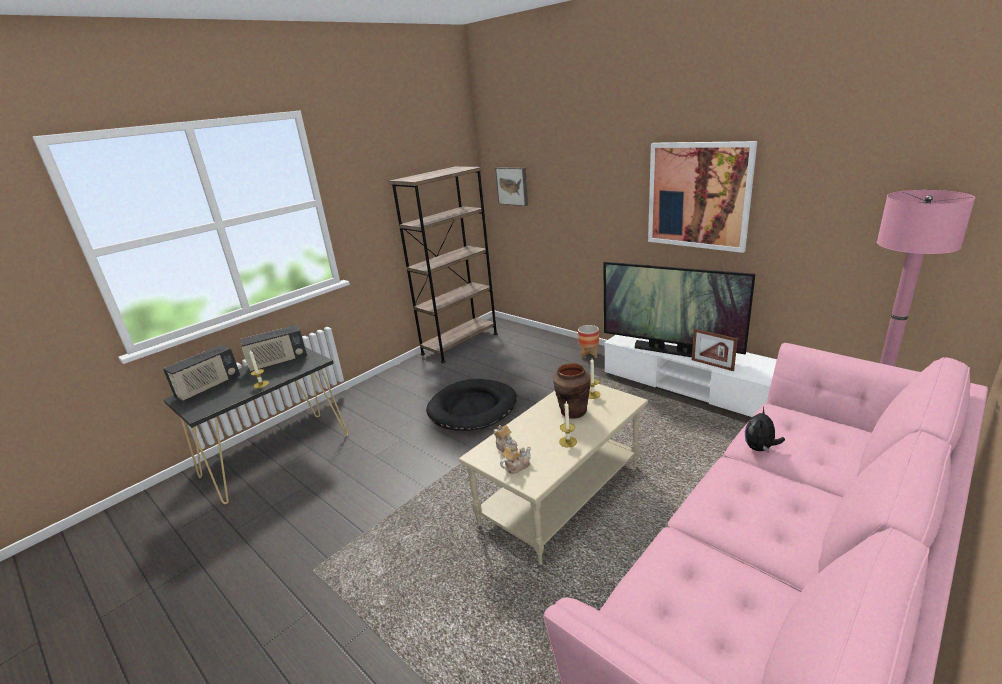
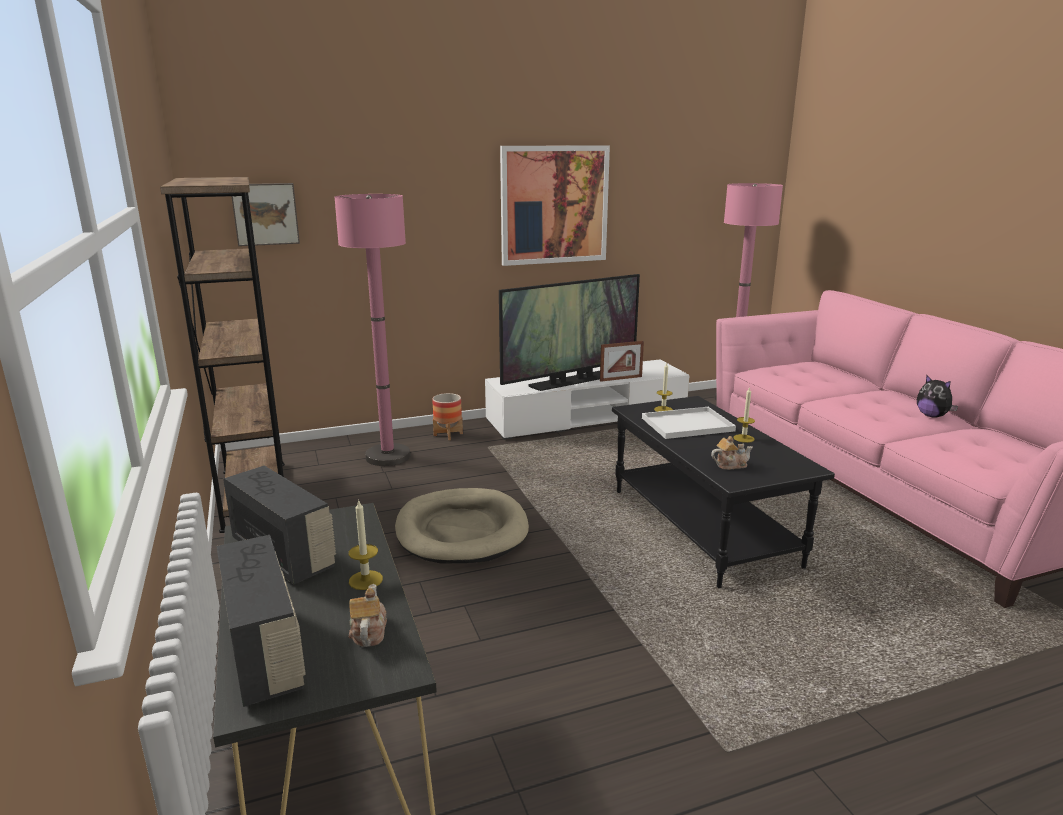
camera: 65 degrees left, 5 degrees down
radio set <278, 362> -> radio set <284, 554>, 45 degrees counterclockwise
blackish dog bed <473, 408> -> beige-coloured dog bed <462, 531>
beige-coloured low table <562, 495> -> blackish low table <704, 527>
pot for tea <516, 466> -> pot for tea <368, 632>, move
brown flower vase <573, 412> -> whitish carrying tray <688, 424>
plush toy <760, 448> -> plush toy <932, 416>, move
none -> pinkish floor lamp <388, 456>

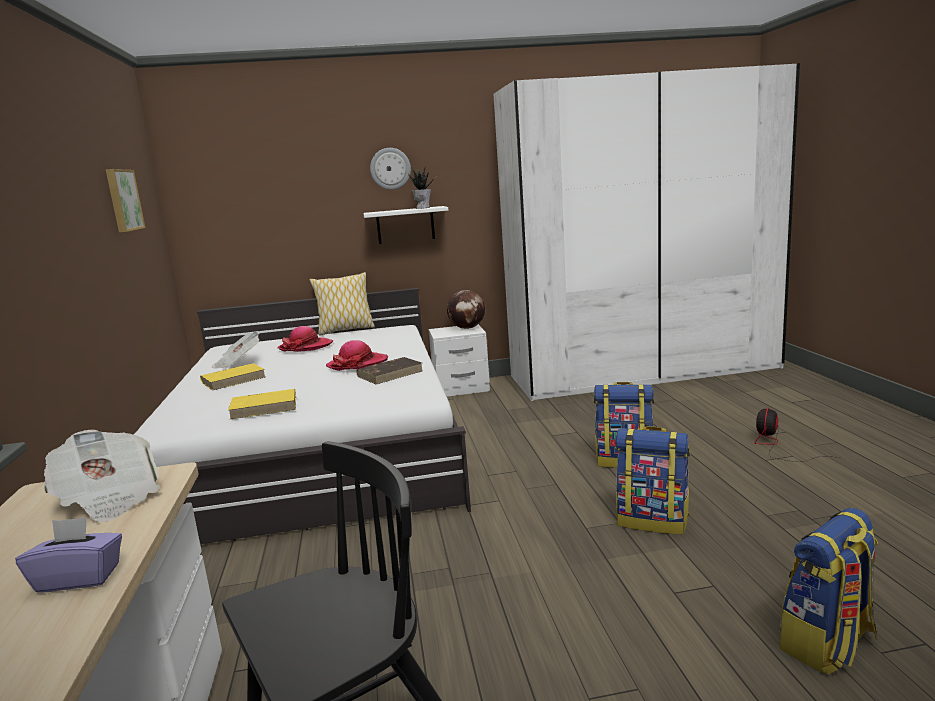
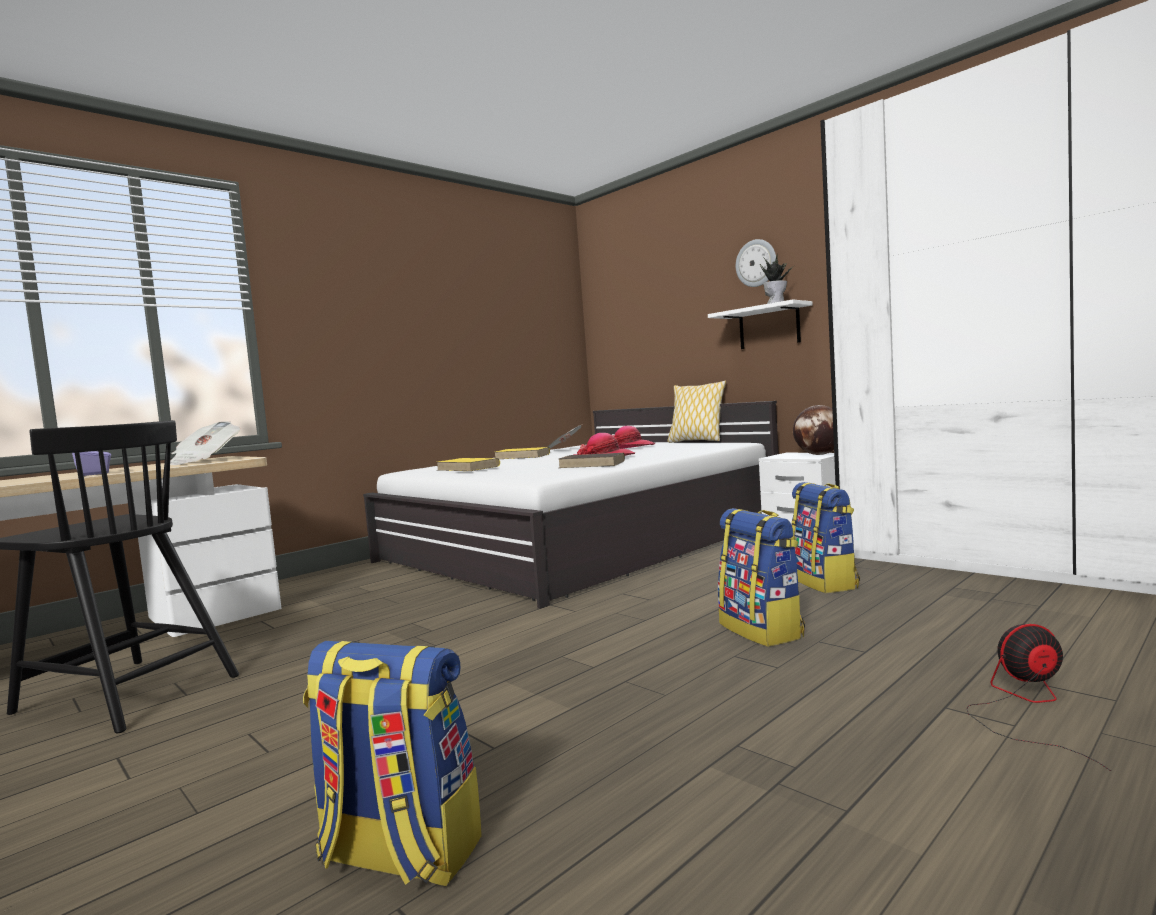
camera: 55 degrees right, 10 degrees down
picture <122, 200> -> none
backpack <653, 521> -> backpack <825, 583>, move

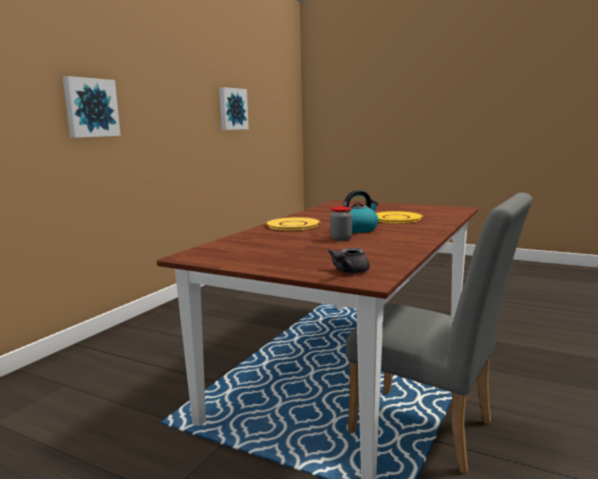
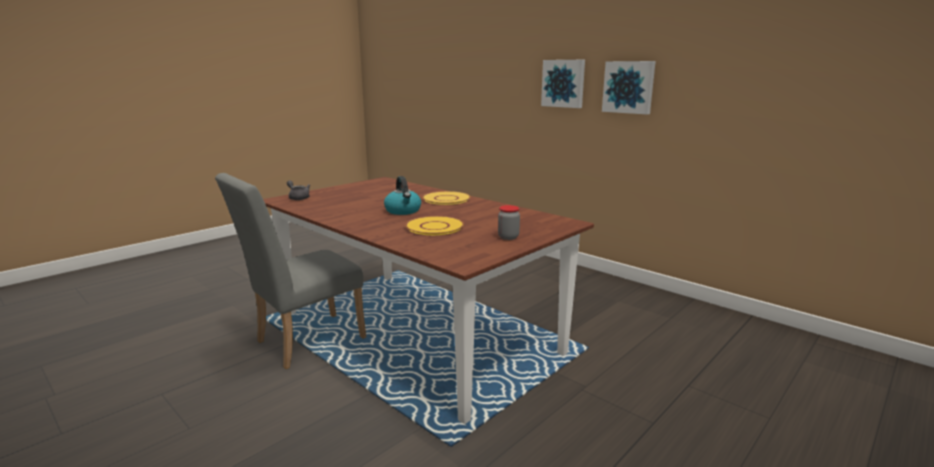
camera: 105 degrees right, 5 degrees up
picture <232, 109> -> picture <628, 87>, move
storage jar <341, 239> -> storage jar <508, 237>, move

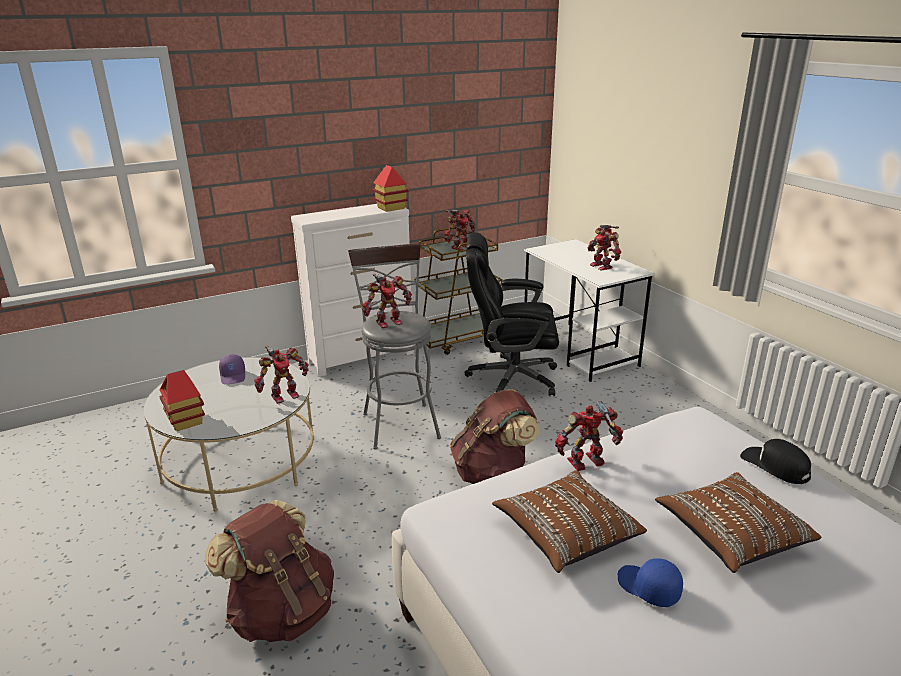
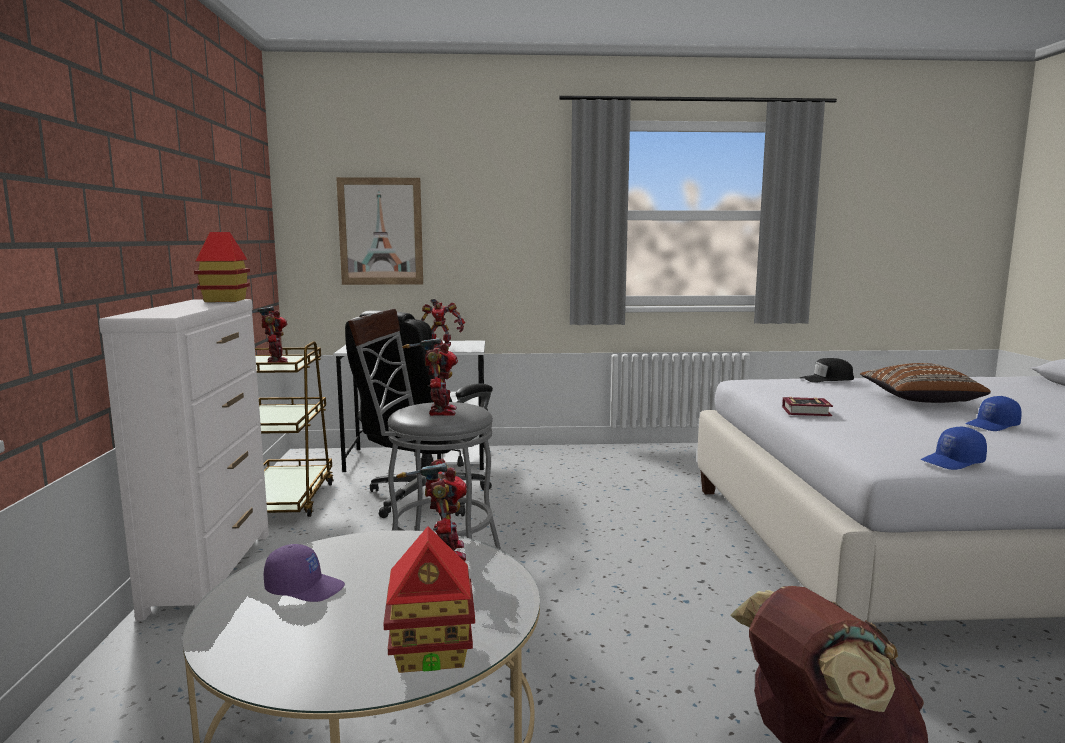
camera: 65 degrees left, 15 degrees down
brown backpack <493, 474> -> none
brown pillow <566, 534> -> none
model robot <587, 463> -> book <808, 412>
none -> picture <380, 231>
none -> bluish peaked cap <953, 462>

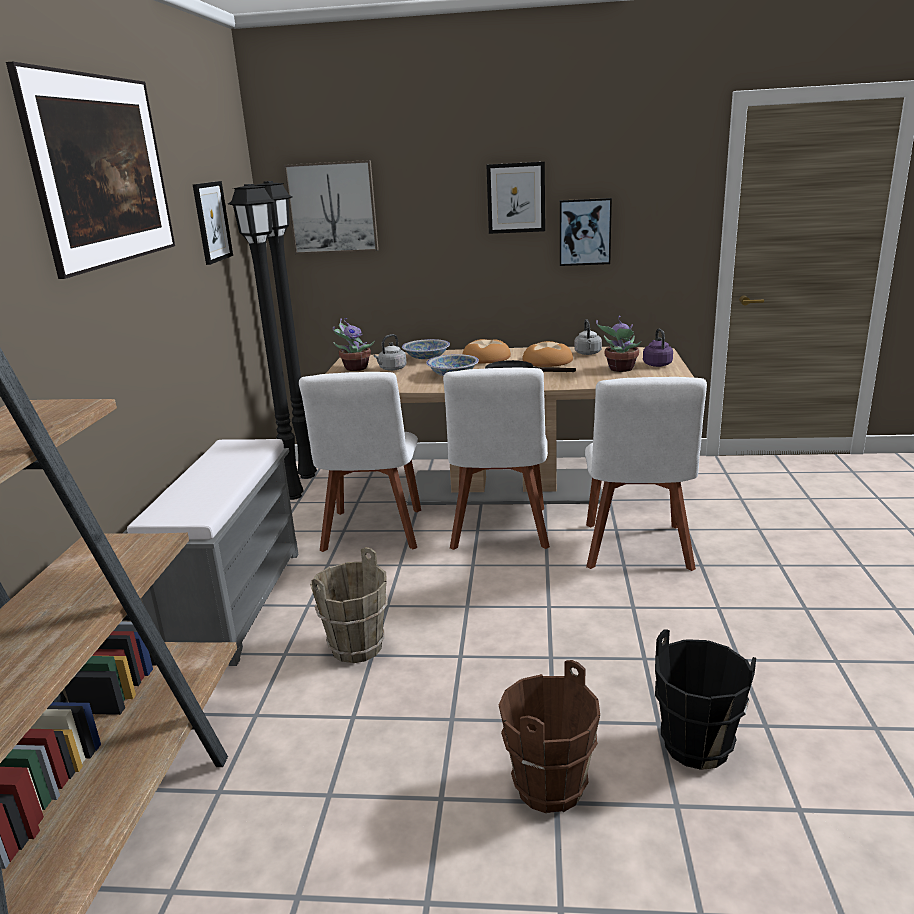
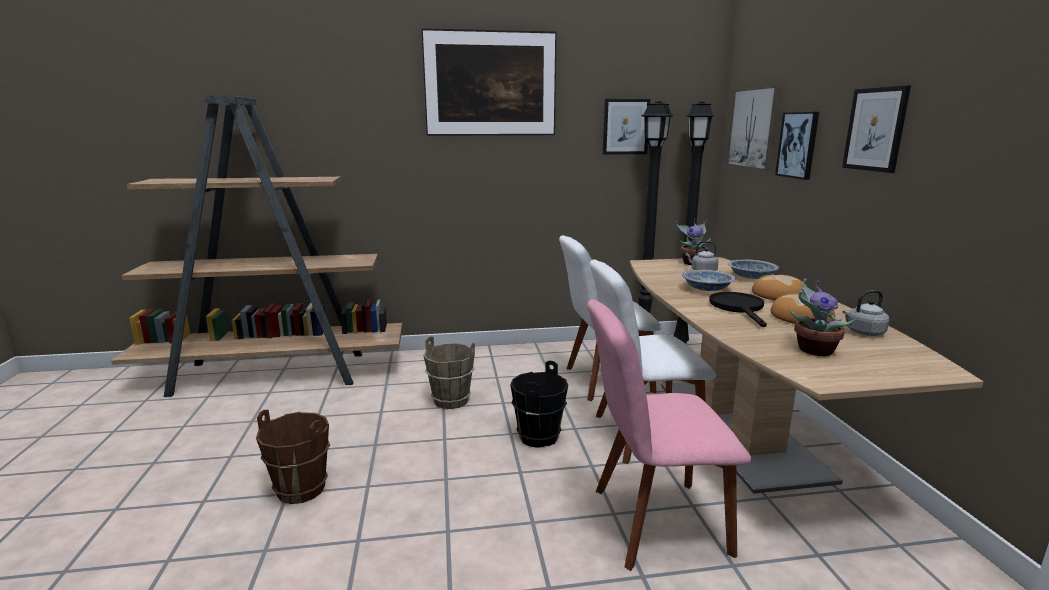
camera: 75 degrees right, 5 degrees down
gray bench <235, 602> -> none
picture <585, 232> -> picture <798, 145>, move
whitish plain chair <637, 550> -> pinkish plain chair <653, 522>
purple kettle <656, 364> -> none
blackish pail <696, 747> -> blackish pail <538, 437>, move

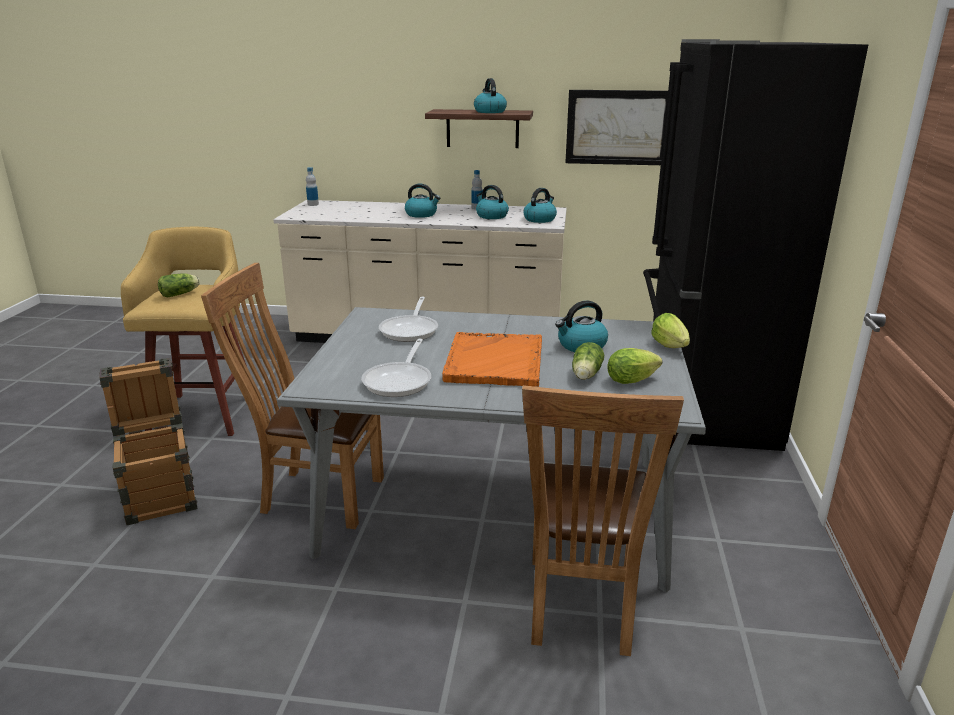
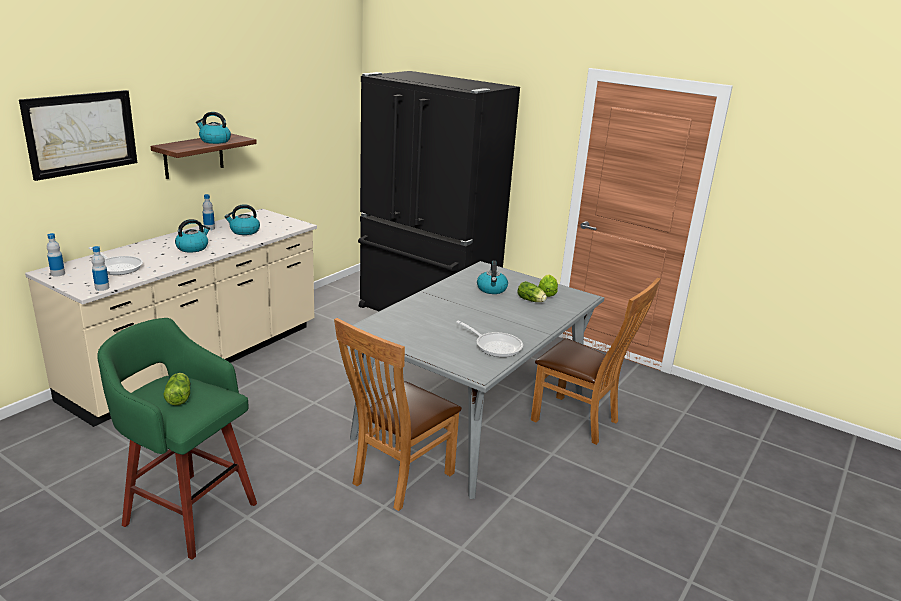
camera: 65 degrees left, 0 degrees up
shipping crate <161, 493> -> none
yellowish stool <205, 412> -> green stool <188, 512>
pan <410, 330> -> pan <118, 267>, move
orange-coloured carrying tray <494, 361> -> none
kettle <540, 219> -> none
picture <618, 127> -> picture <81, 133>, move
head of lettuce <671, 347> -> none
none -> beverage bottle <102, 288>

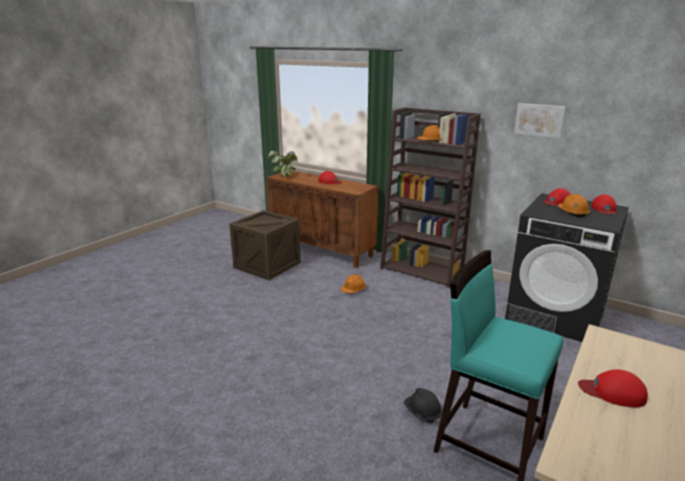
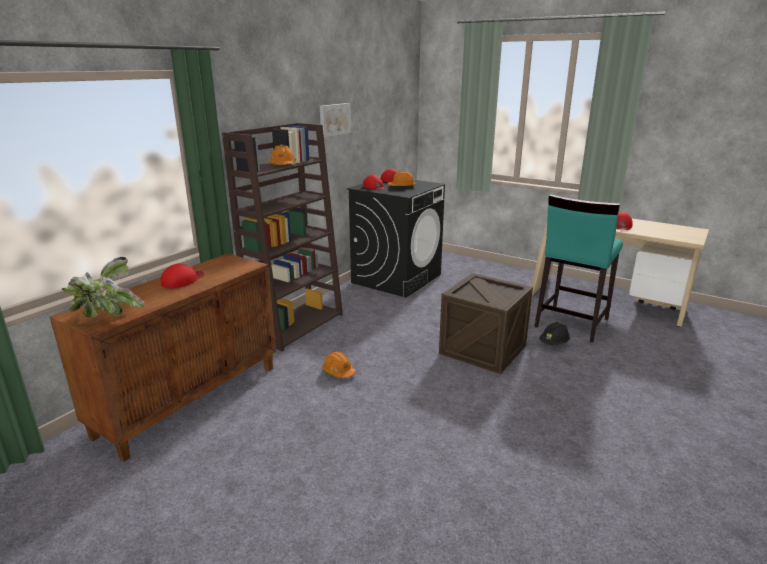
camera: 90 degrees left, 0 degrees up
shipping crate <267, 265> -> shipping crate <483, 349>, move

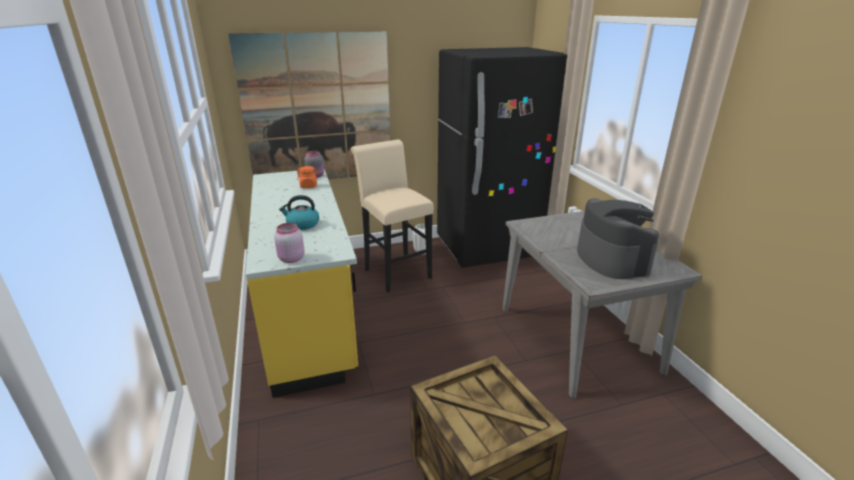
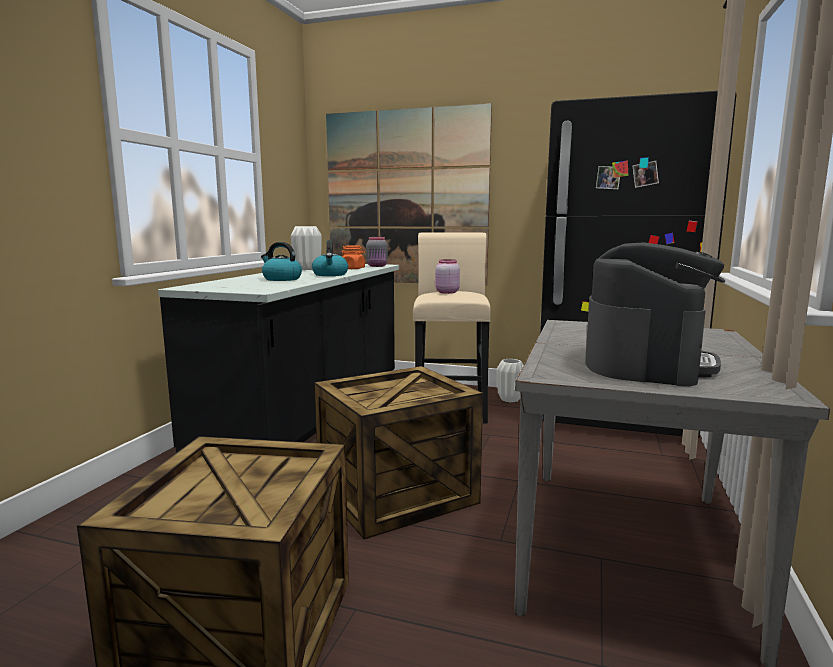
camera: 35 degrees right, 15 degrees down
yellowish counter <308, 312> -> blackish counter <310, 416>
pinkish storage jar <291, 259> -> pinkish storage jar <446, 292>, move
none -> whitish flower vase <307, 269>
none -> kettle <330, 275>
none -> shipping crate <397, 495>

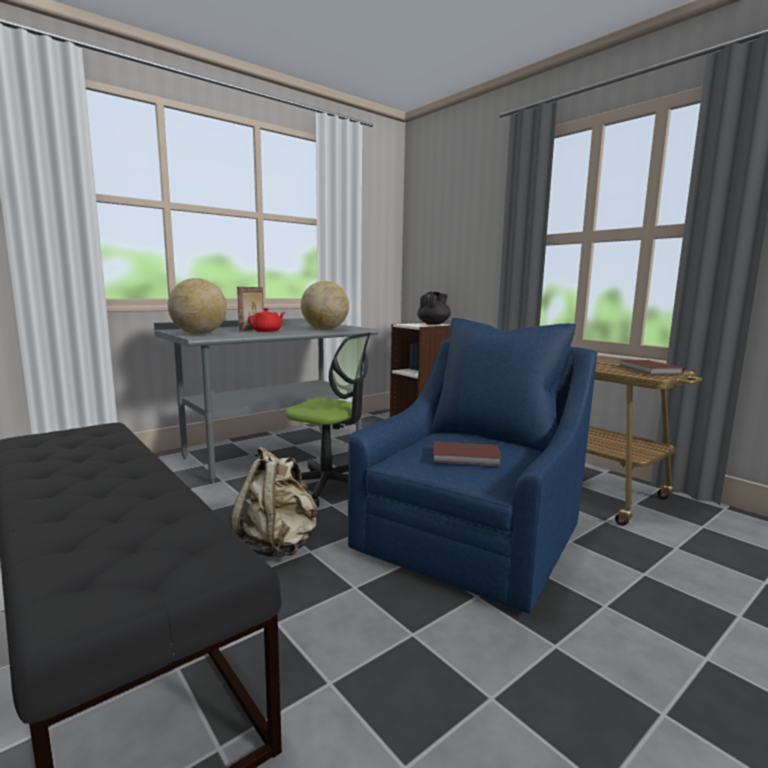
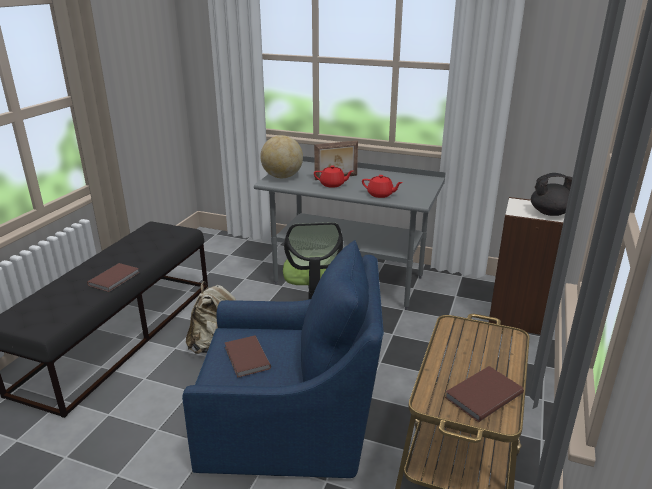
camera: 60 degrees right, 15 degrees up
desk globe <325, 329> -> red pot for tea <380, 195>
none -> brown book <115, 278>

